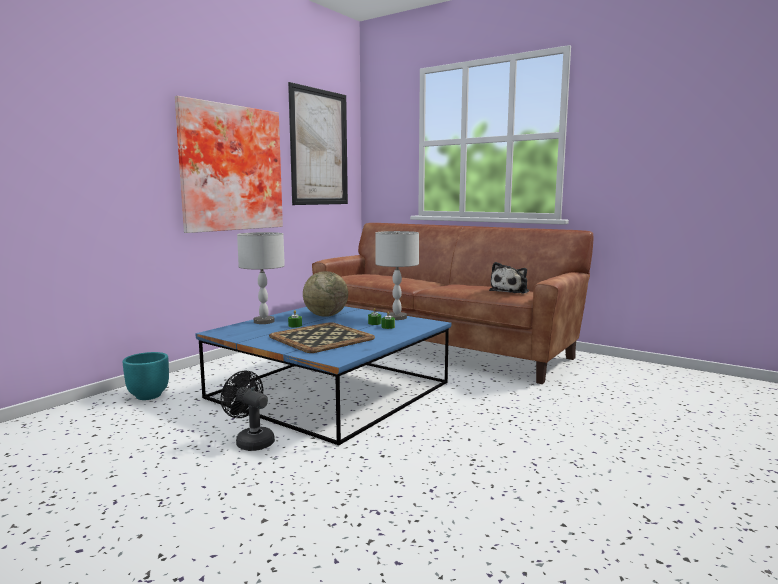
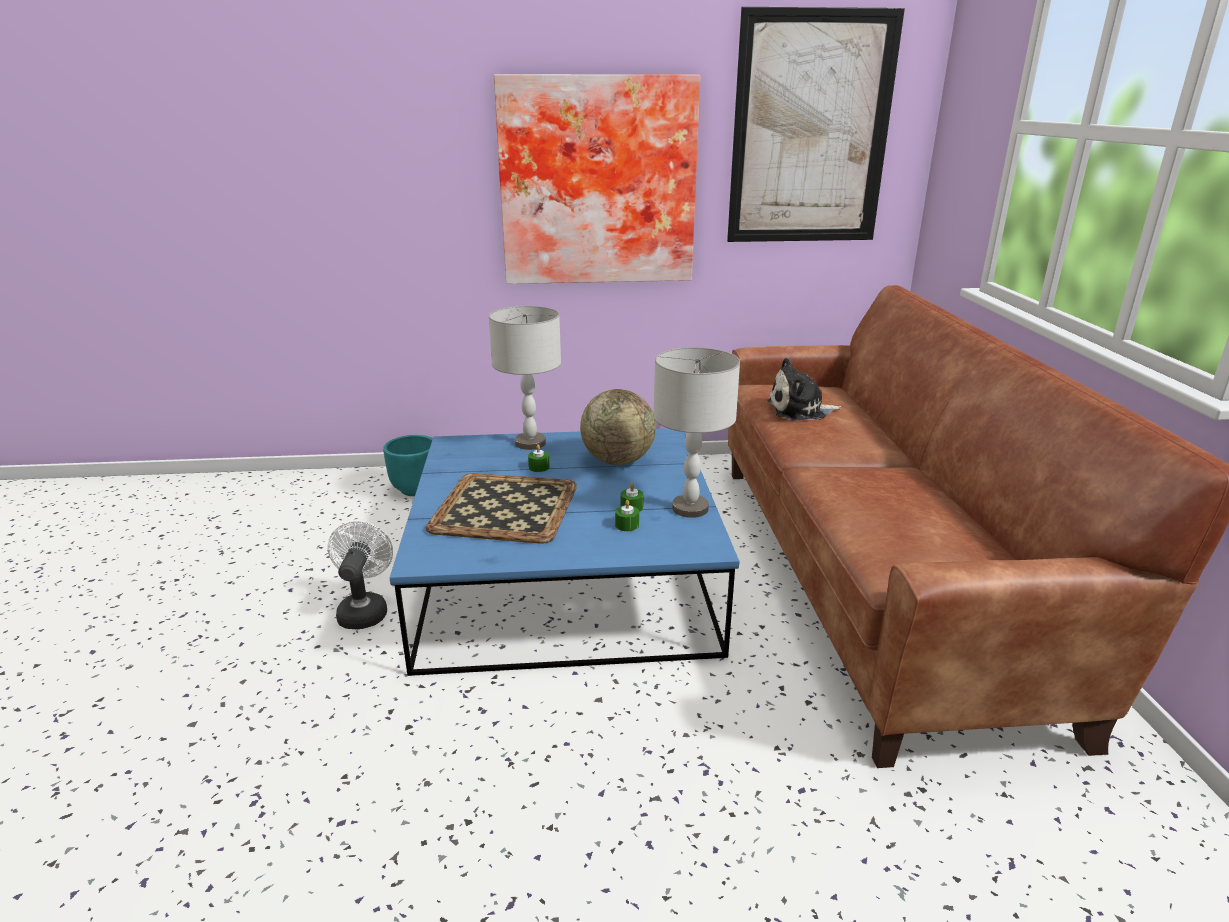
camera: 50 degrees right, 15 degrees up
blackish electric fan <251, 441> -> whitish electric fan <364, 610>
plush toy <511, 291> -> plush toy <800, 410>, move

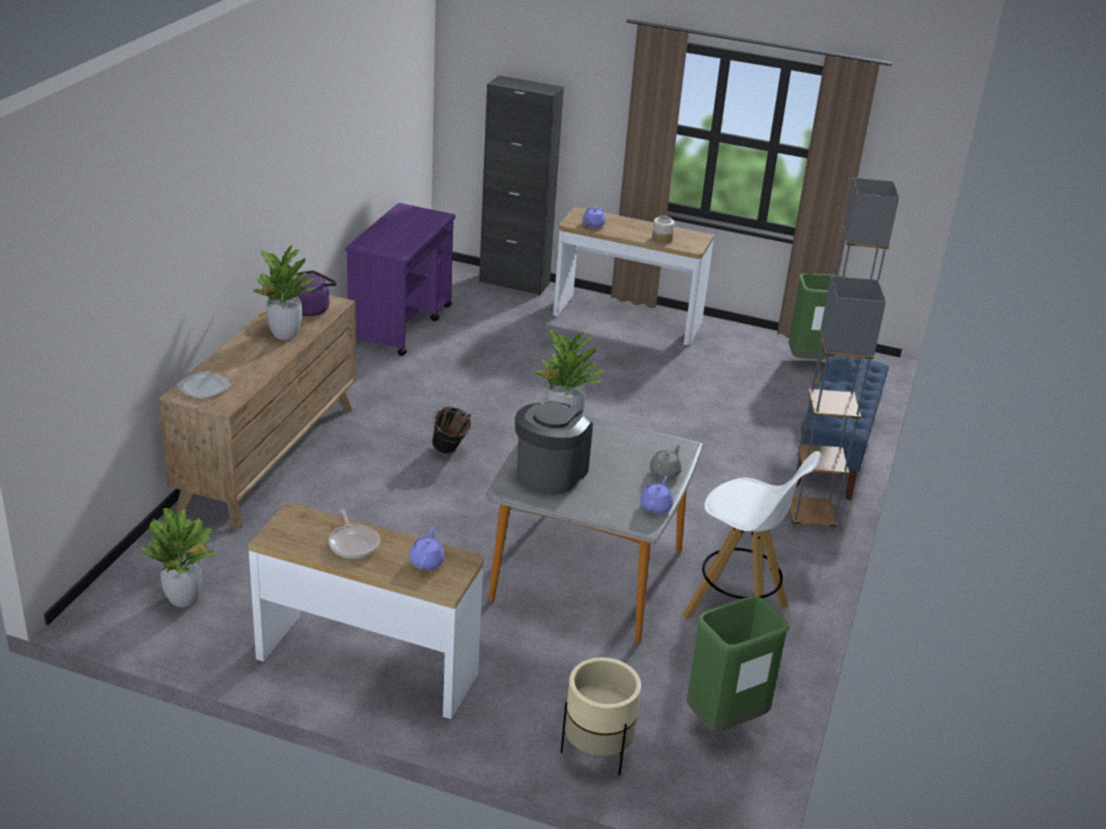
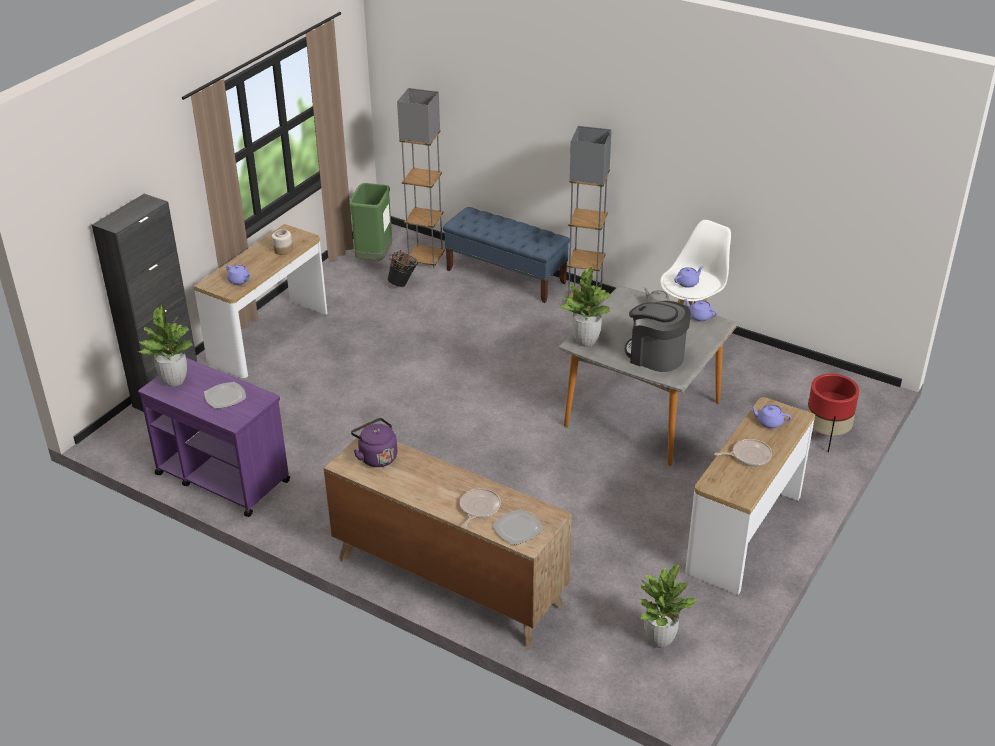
camera: 75 degrees left, 5 degrees up
houseplant <284, 334> -> houseplant <174, 381>, move
blackish pail <449, 452> -> blackish pail <403, 284>, move
beige-coloured planter <597, 751> -> red planter <826, 436>
green trash can <725, 720> -> none
none -> plate <226, 397>
none -> pan <478, 508>
none -> purple pot for tea <688, 283>

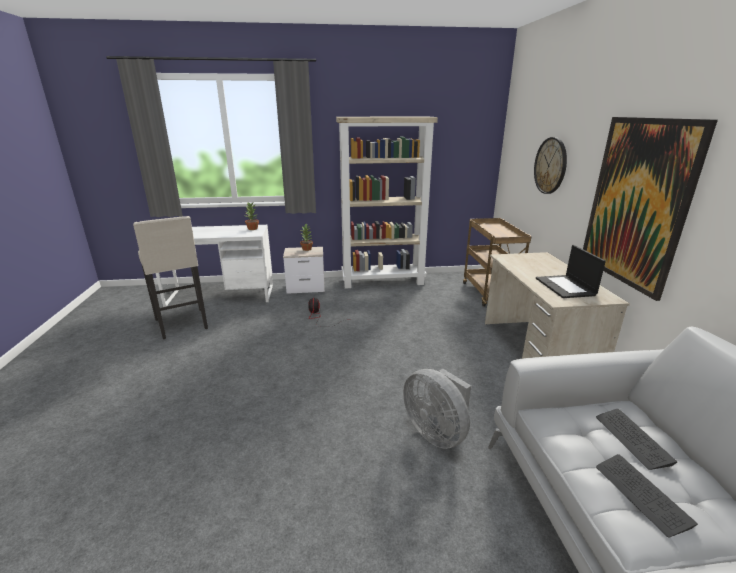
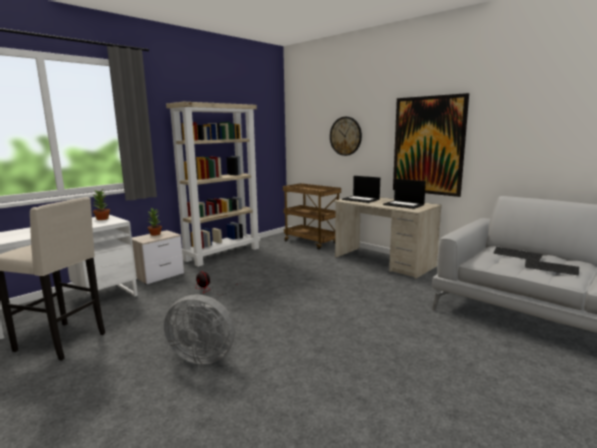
camera: 40 degrees left, 10 degrees down
gray electric fan <436, 432> -> gray electric fan <203, 356>, move
none -> notebook computer <361, 199>

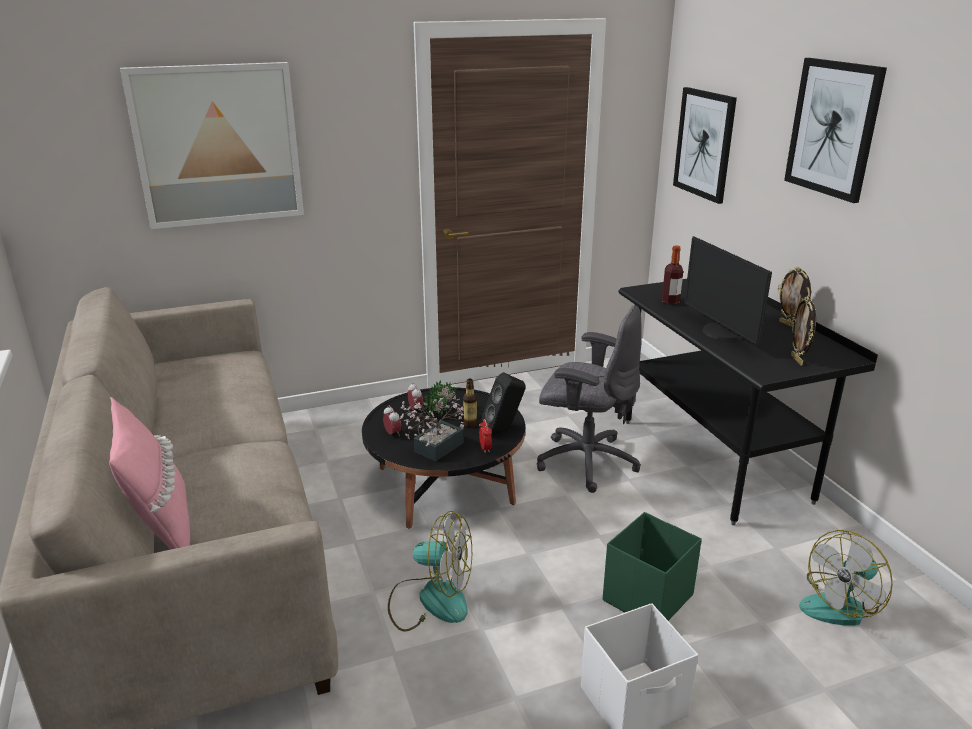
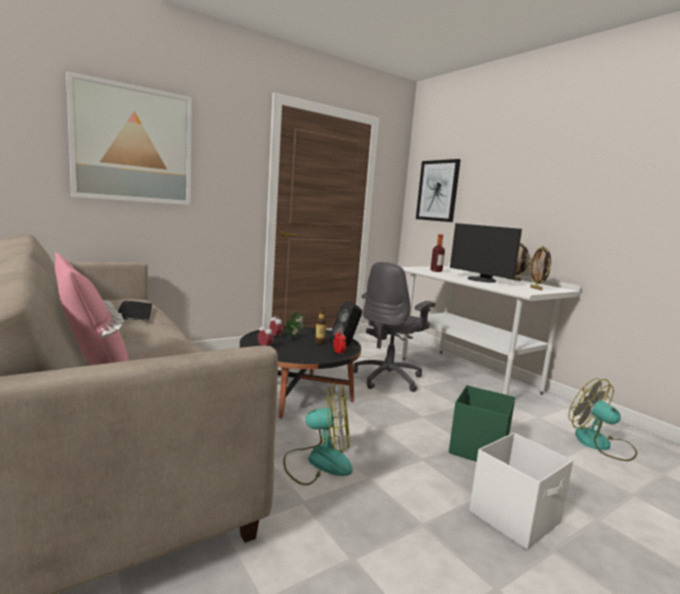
camera: 15 degrees left, 15 degrees down
houseplant <434, 449> -> none
gray desk chair <585, 461> -> gray desk chair <388, 378>, 120 degrees clockwise
blackish desk <713, 460> -> whitish desk <467, 375>
picture <833, 128> -> none
electric fan <841, 604> -> electric fan <600, 444>, 105 degrees clockwise
none -> computer keyboard <134, 312>

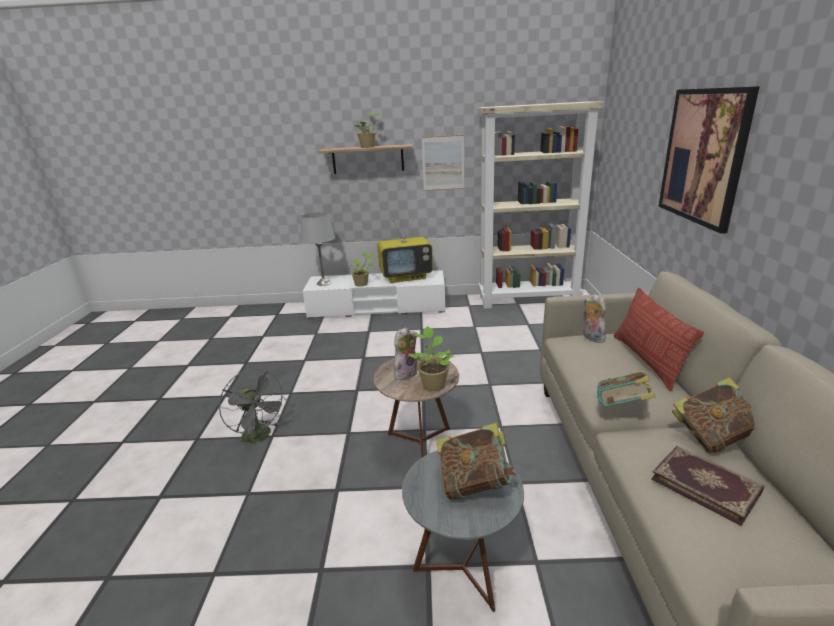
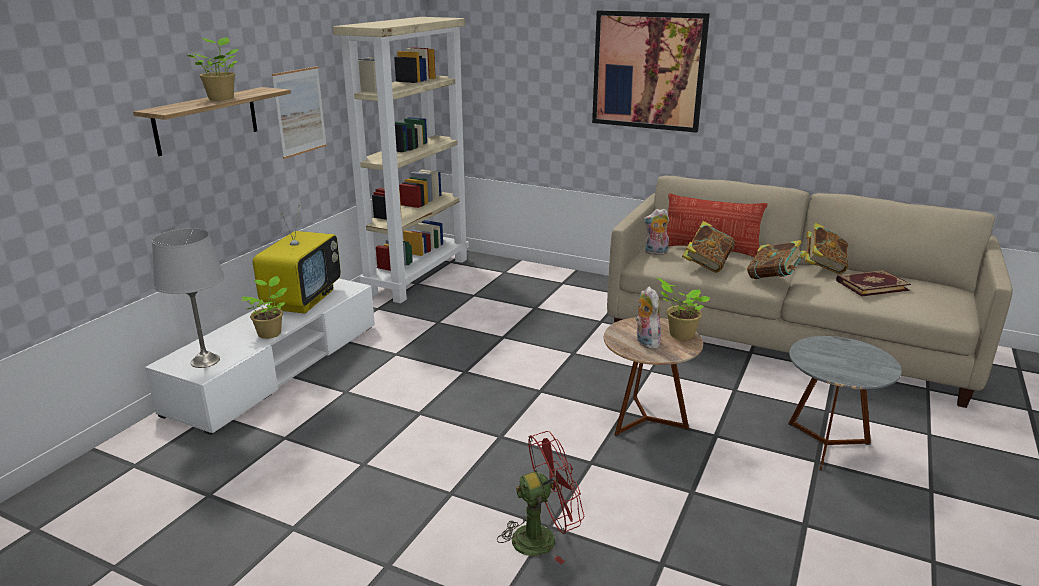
camera: 65 degrees left, 0 degrees up
gray electric fan <261, 436> -> red electric fan <542, 537>
book <474, 483> -> book <707, 265>, move

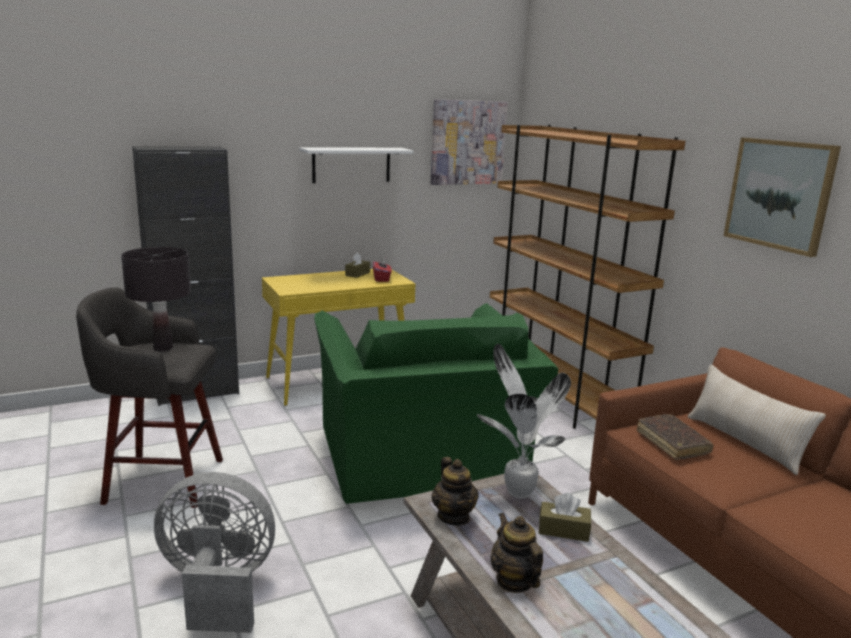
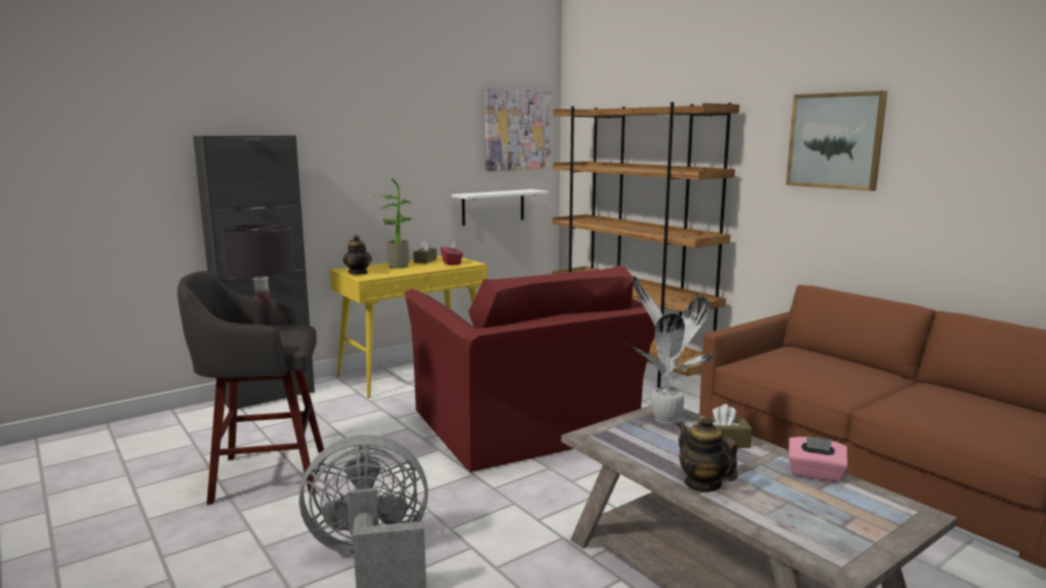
camera: 10 degrees left, 5 degrees down
whitish wall shelf <351, 165> -> whitish wall shelf <493, 207>, move
green easy chair <423, 459> -> red easy chair <529, 427>
pot for tea <454, 516> -> pot for tea <358, 273>, move
brown book <672, 443> -> none
beige-coloured pillow <744, 442> -> none
none -> houseplant <397, 266>
none -> pinkish tissue holder <815, 474>

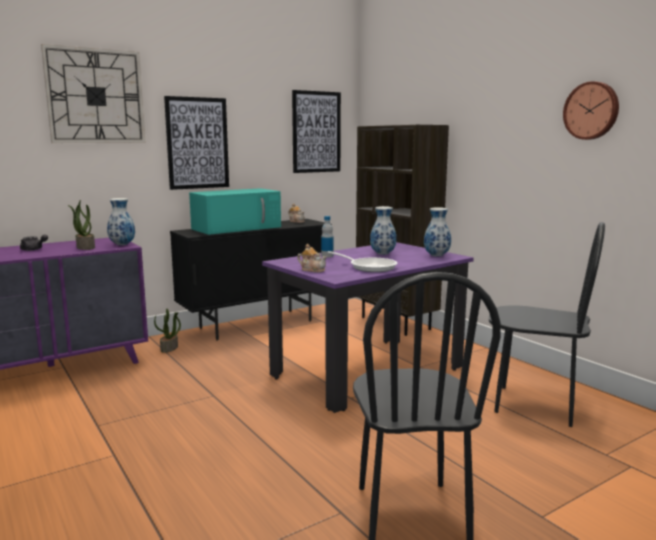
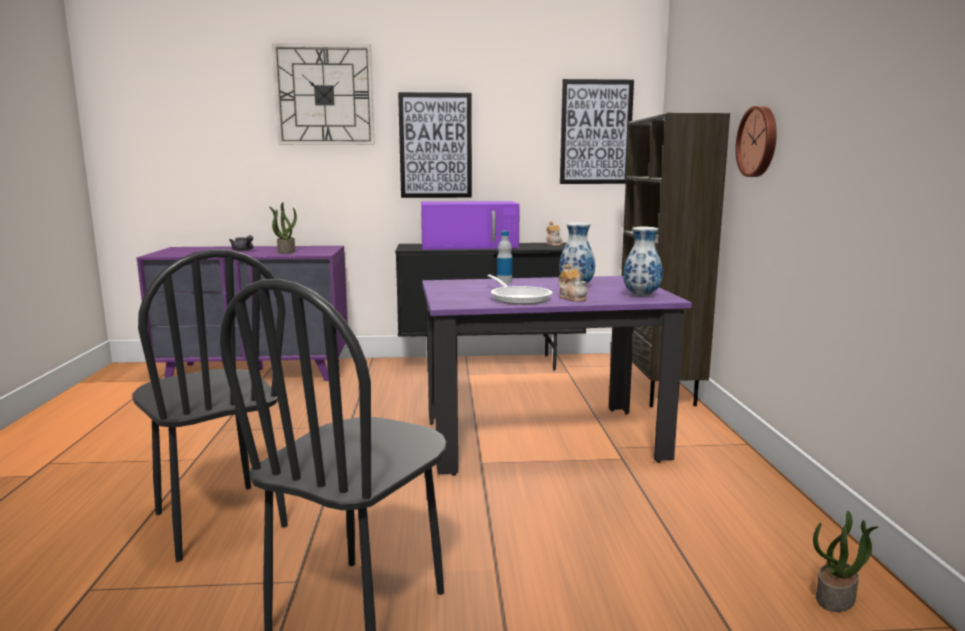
camera: 30 degrees right, 0 degrees up
flower vase <122, 245> -> none
houseplant <169, 348> -> houseplant <836, 598>, move
turquoise microwave oven <237, 228> -> purple microwave oven <470, 246>
pot for tea <312, 270> -> pot for tea <572, 298>, move
blackish plain chair <535, 405> -> blackish plain chair <219, 520>, move
clock on the wall <592, 111> -> clock on the wall <759, 141>, move

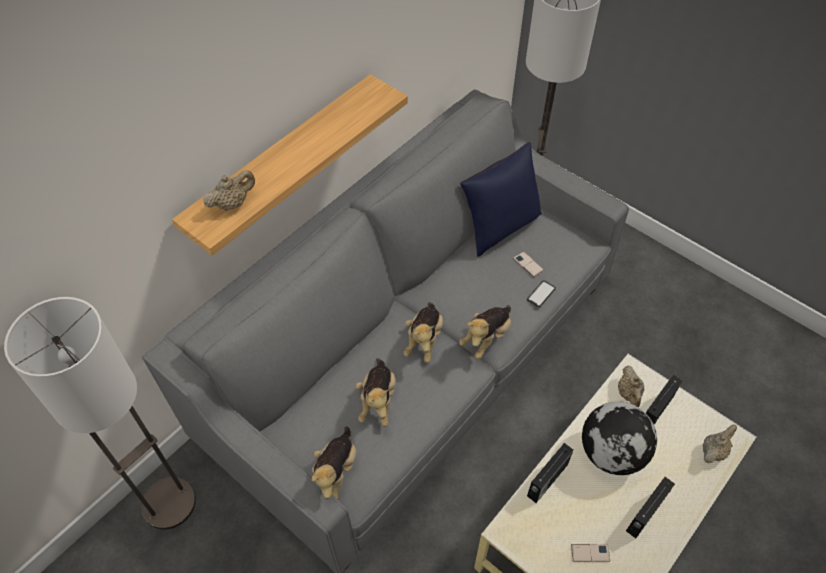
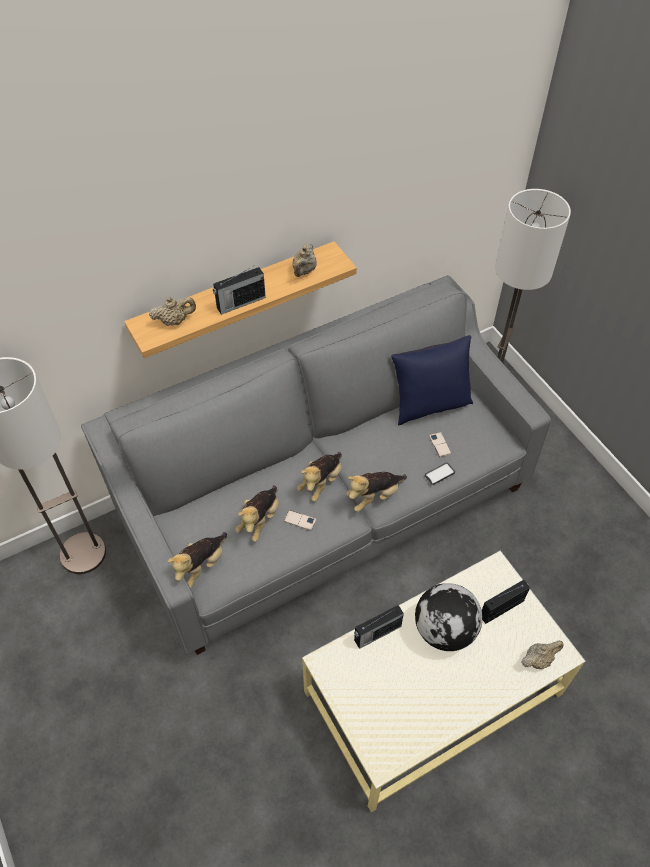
camera: 20 degrees right, 0 degrees up
telephone <590, 553> -> telephone <300, 520>, move
beige-coloured pot for tea <629, 394> -> beige-coloured pot for tea <304, 271>, move
radio set <644, 515> -> radio set <240, 303>, move

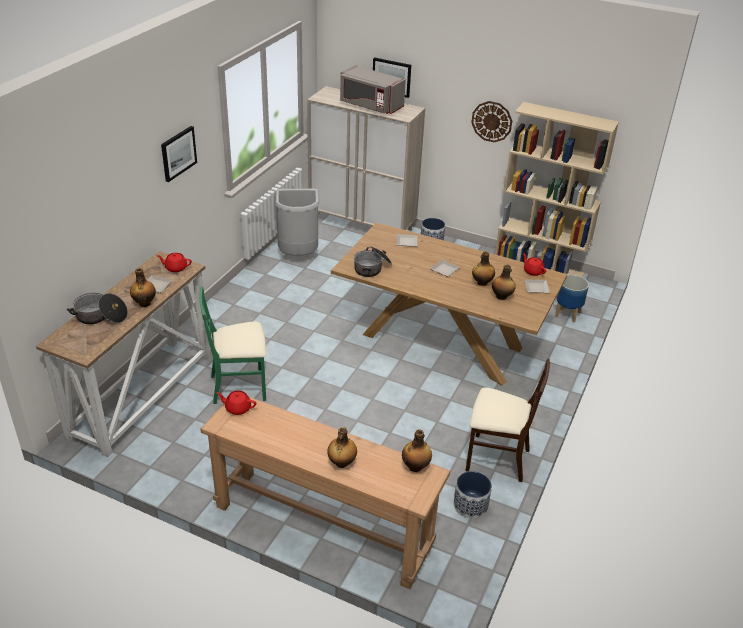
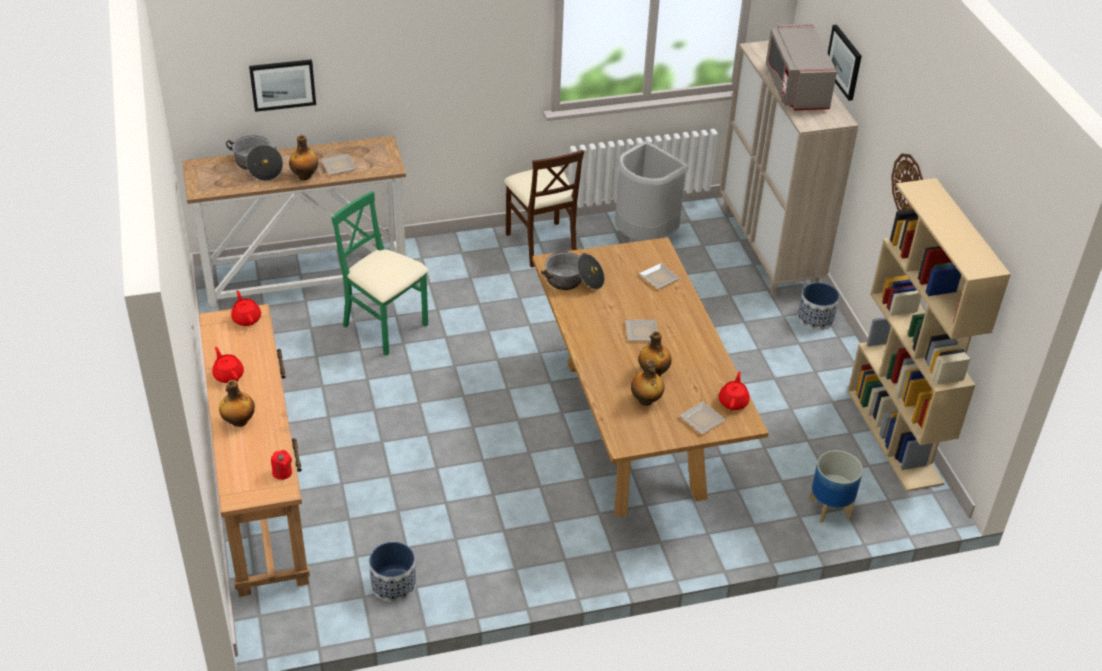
camera: 50 degrees right, 5 degrees up
red pot for tea <175, 268> -> red pot for tea <228, 375>, move
picture <178, 153> -> picture <282, 84>, move
beverage bottle <416, 466> -> red wax candle <282, 472>
beige-coloured plain chair <496, 458> -> beige-coloured plain chair <541, 244>, move

